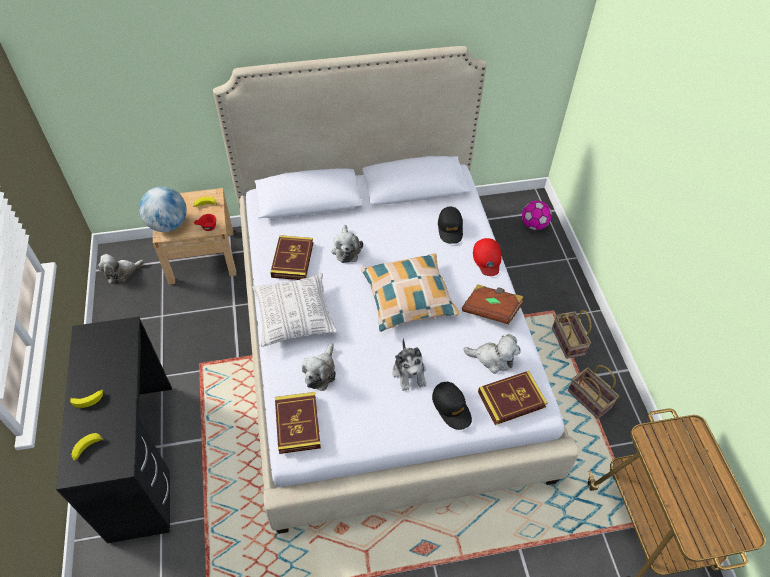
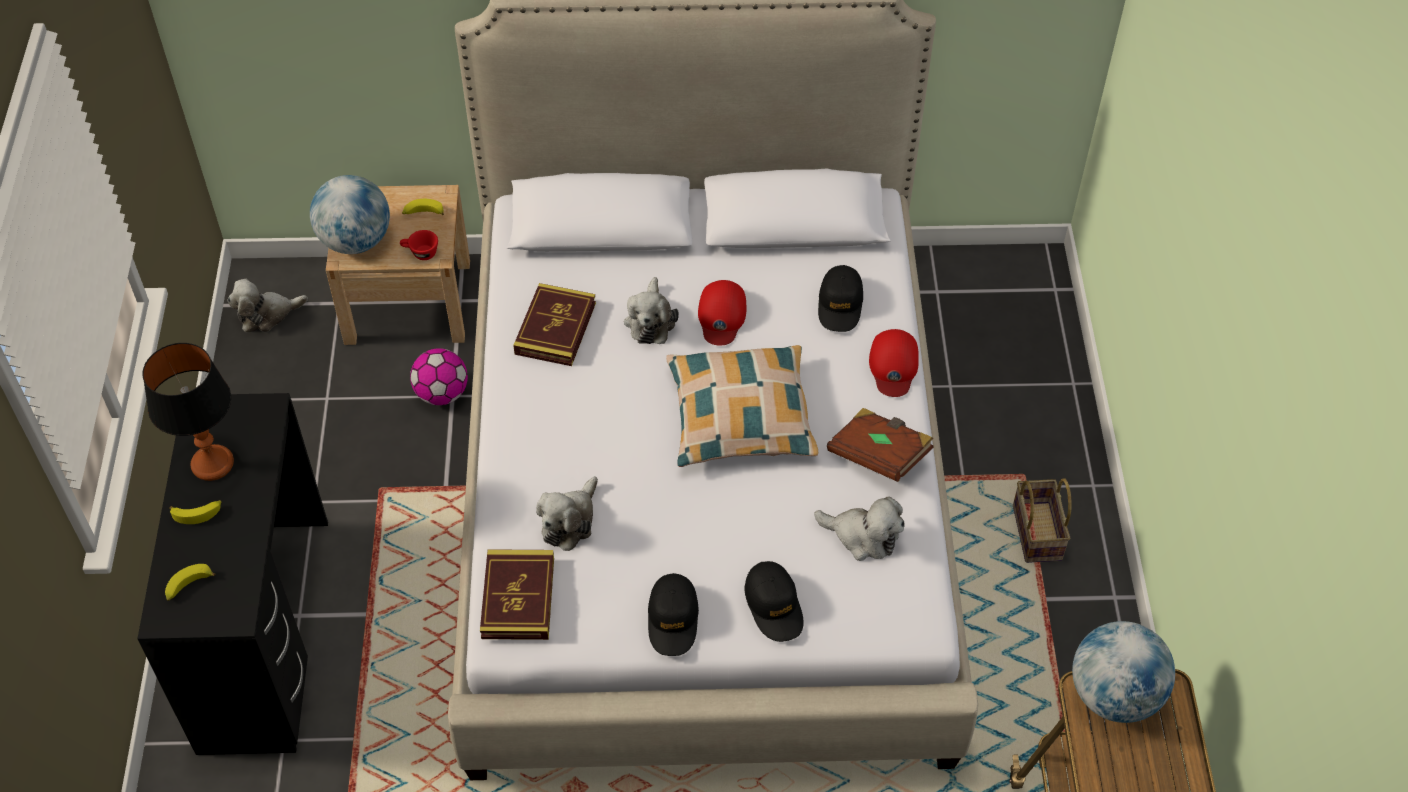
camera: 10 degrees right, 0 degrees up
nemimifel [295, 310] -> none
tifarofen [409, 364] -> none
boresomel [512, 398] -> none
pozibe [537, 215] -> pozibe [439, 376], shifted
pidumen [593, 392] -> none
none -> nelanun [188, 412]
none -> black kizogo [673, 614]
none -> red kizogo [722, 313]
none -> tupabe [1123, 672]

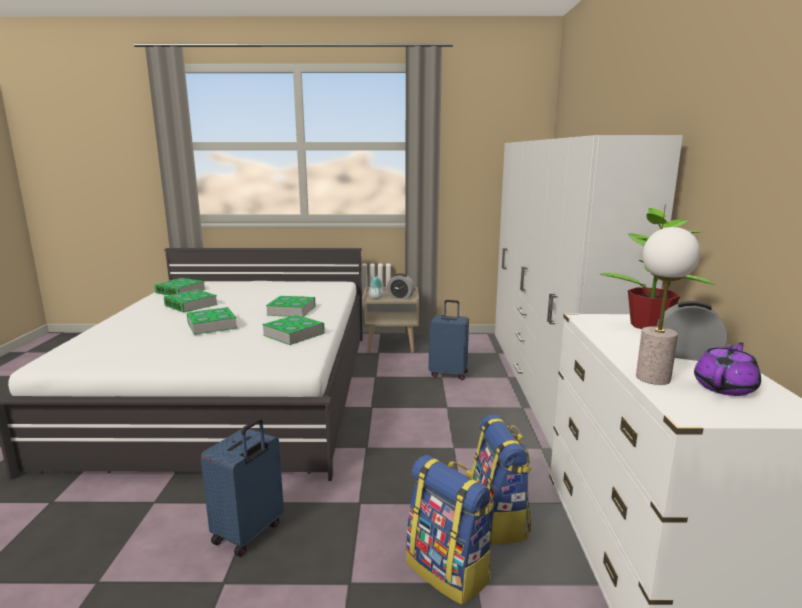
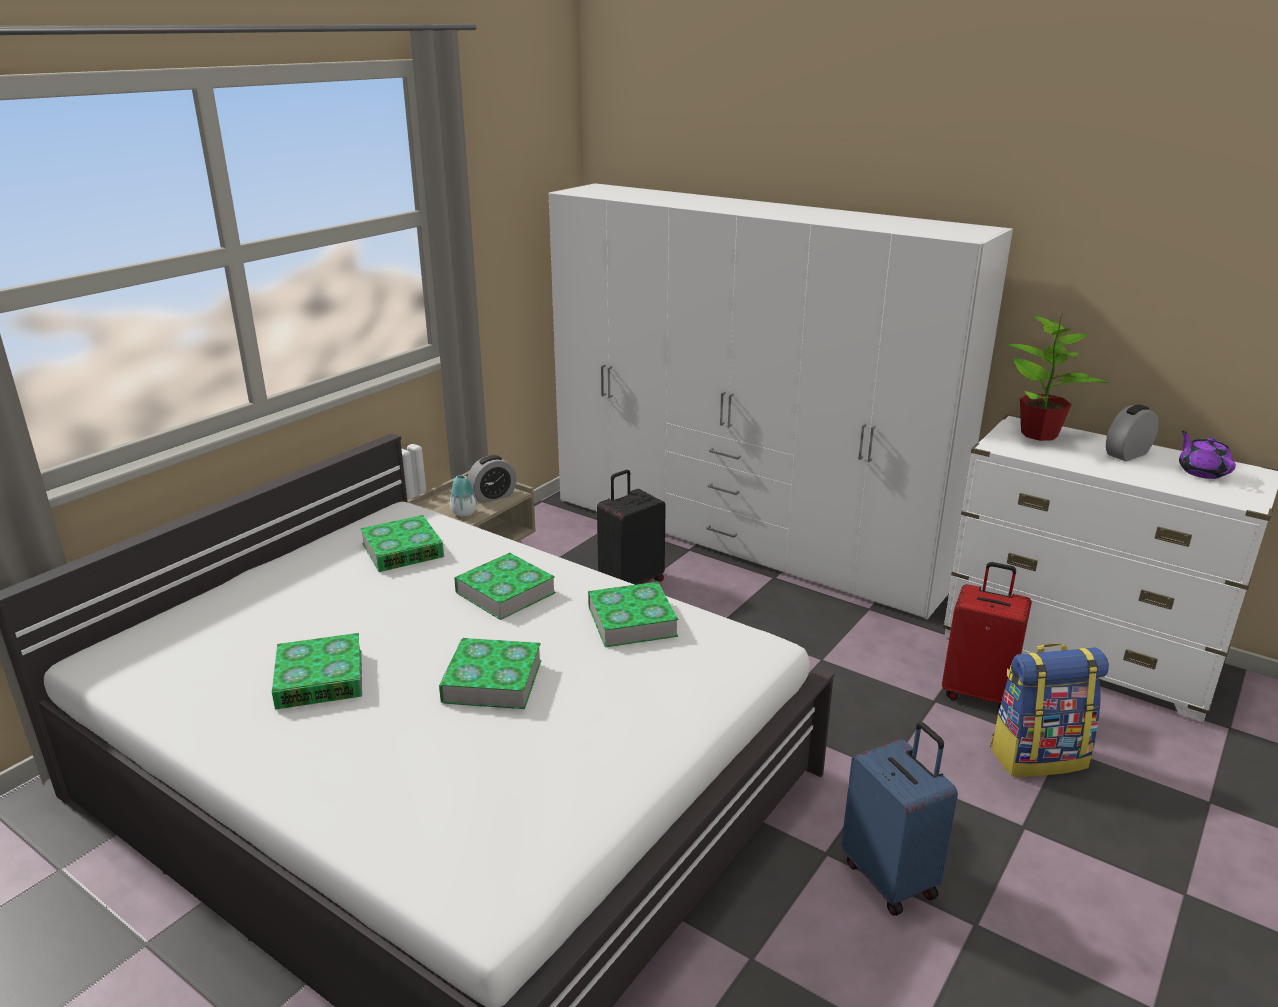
camera: 55 degrees left, 10 degrees up
boresomel [180, 286] -> boresomel [402, 543], shifted
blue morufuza [449, 340] -> black morufuza [631, 527]
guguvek [501, 479] -> red morufuza [987, 635]
nelanun [668, 306] -> none

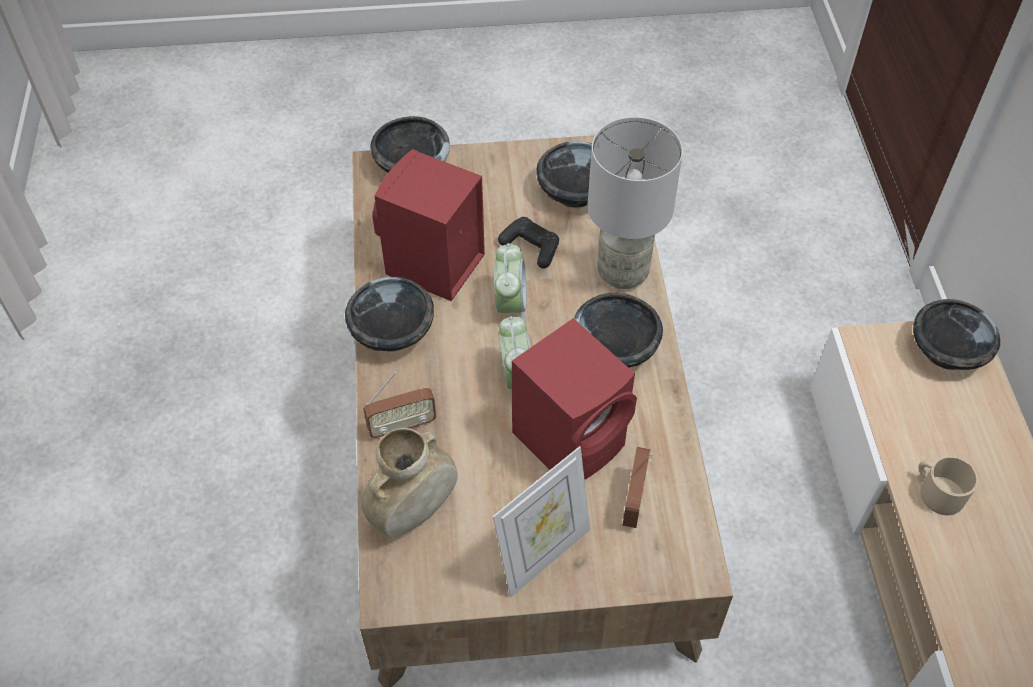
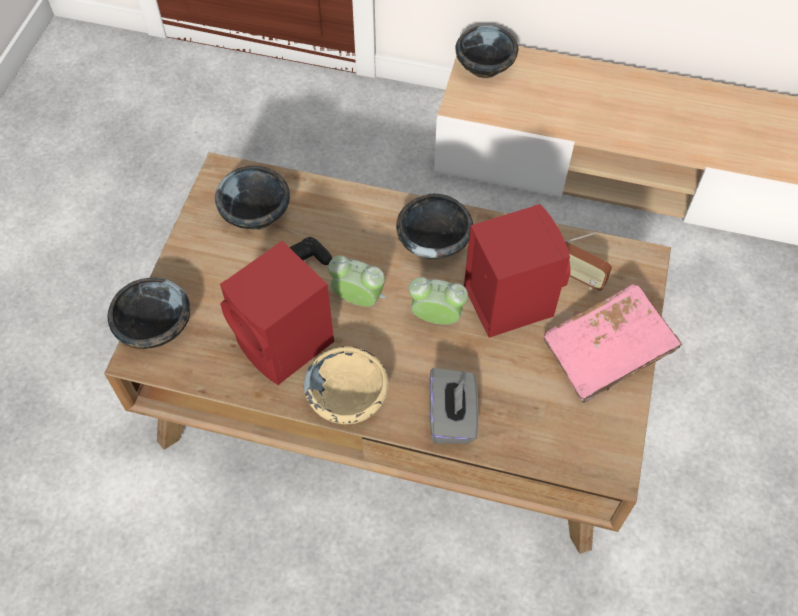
camera: 70 degrees left, 5 degrees up
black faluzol [389, 314] -> beige faluzol [346, 385]
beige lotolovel [409, 482] -> none
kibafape [399, 405] -> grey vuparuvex [453, 406]
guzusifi [541, 521] -> pink boresomel [613, 343]
grey nelanun [635, 203] -> none
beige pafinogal [948, 486] -> none

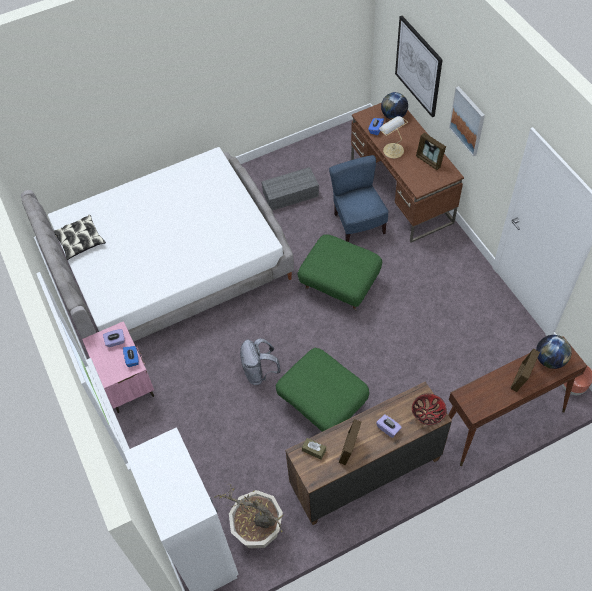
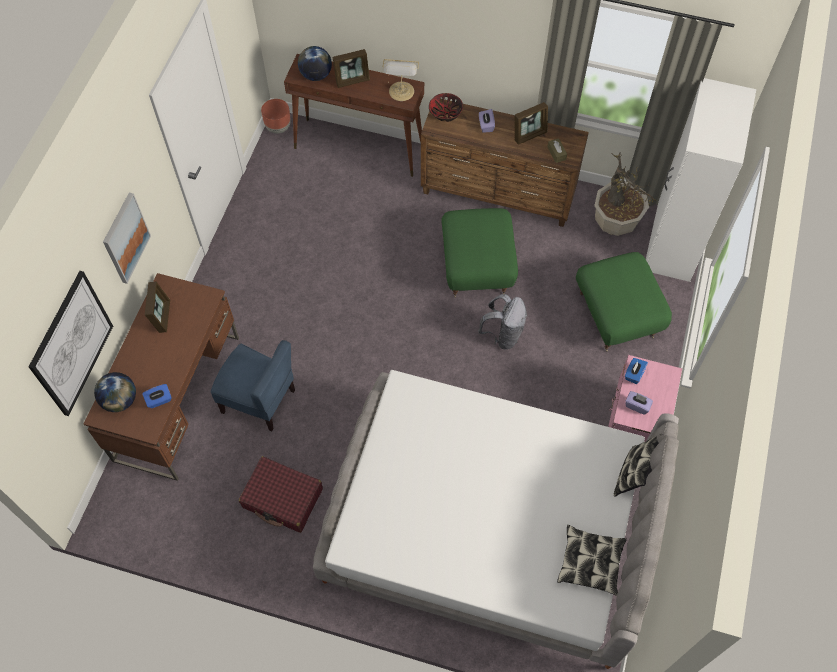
camera: 140 degrees left, 5 degrees up
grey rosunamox [290, 189] -> red morufuza [281, 494]
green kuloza [339, 272] -> green kuloza [624, 302], shifted
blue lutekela [359, 198] -> blue lutekela [253, 385], 90 degrees counterclockwise
nelanun [393, 137] -> nelanun [400, 80], shifted
none -> nemimifel [638, 465]

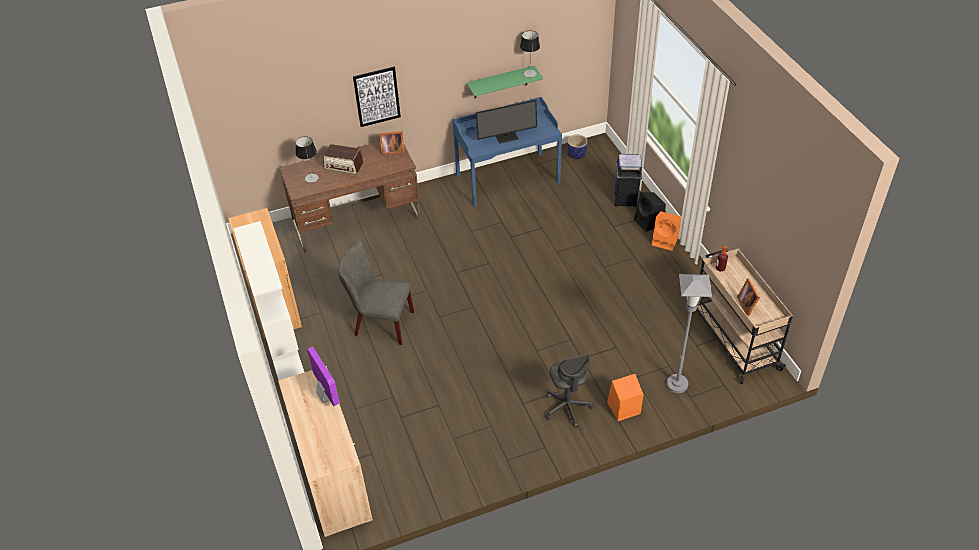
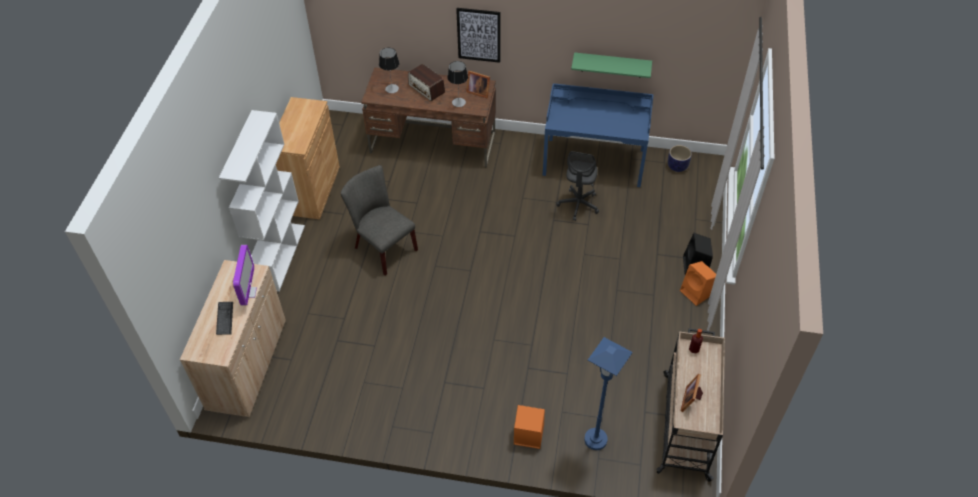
camera: 30 degrees right, 5 degrees up
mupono [506, 122] -> none
nelanun [530, 54] -> nelanun [457, 84], shifted
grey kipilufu [569, 391] -> grey kipilufu [577, 186], shifted
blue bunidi [628, 180] -> none
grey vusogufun [689, 333] -> blue vusogufun [608, 393]
none -> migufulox [224, 318]

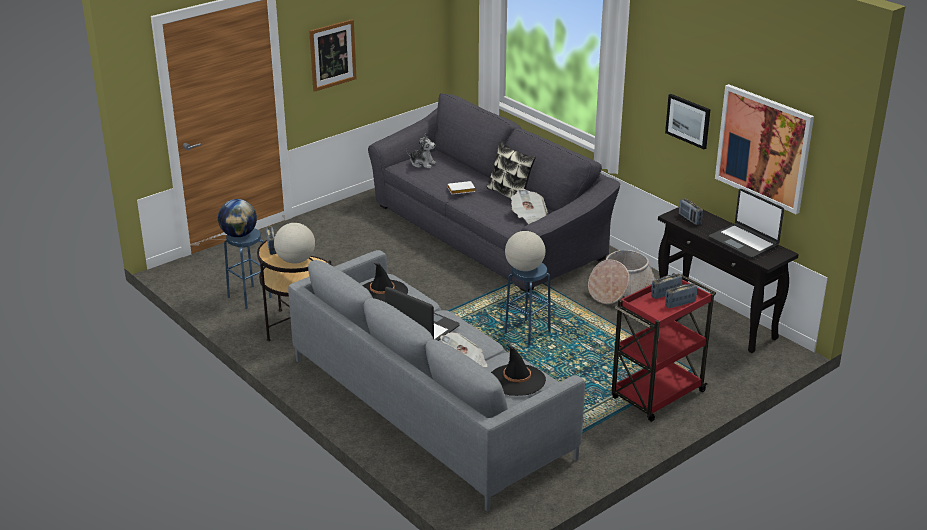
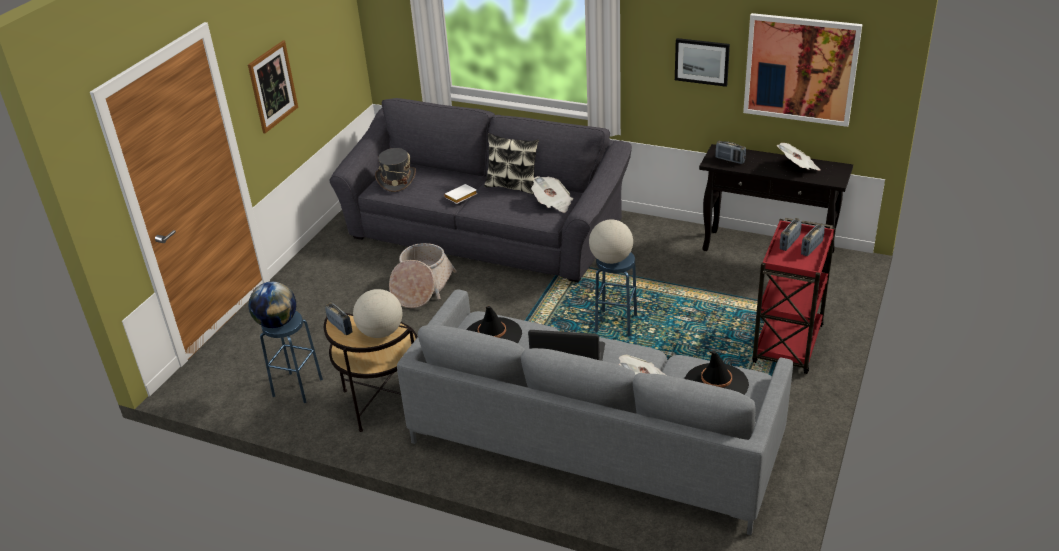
camera: 25 degrees left, 5 degrees up
tifarofen [421, 151] -> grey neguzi [395, 170]
pidumen [622, 277] -> pidumen [423, 275], shifted
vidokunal [746, 223] -> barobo [798, 156]

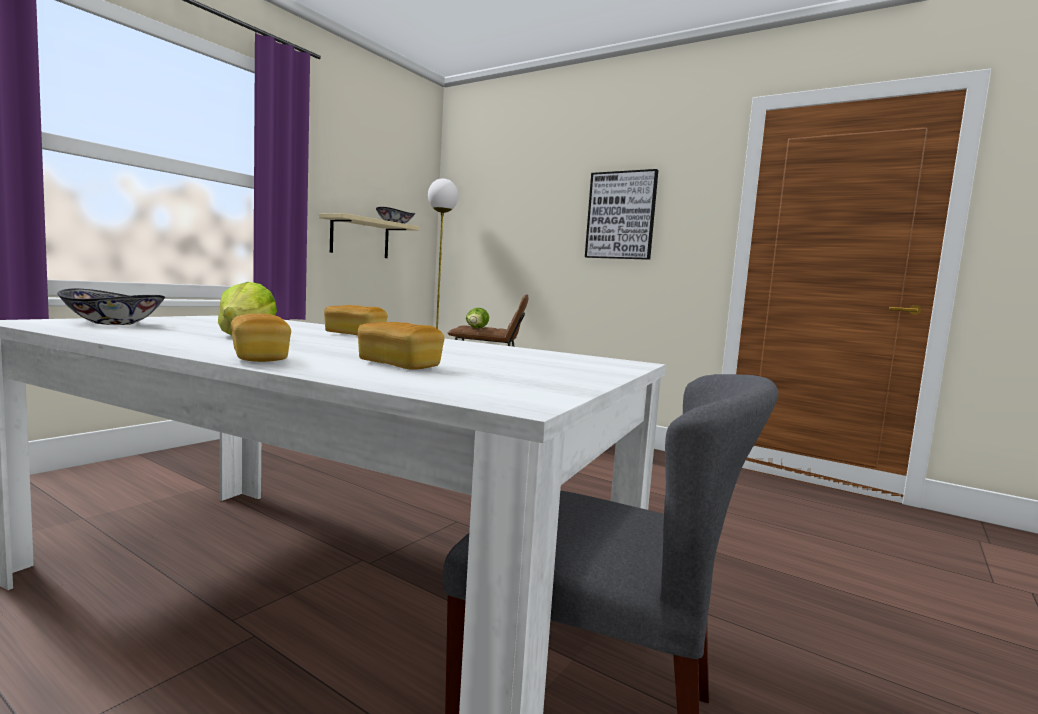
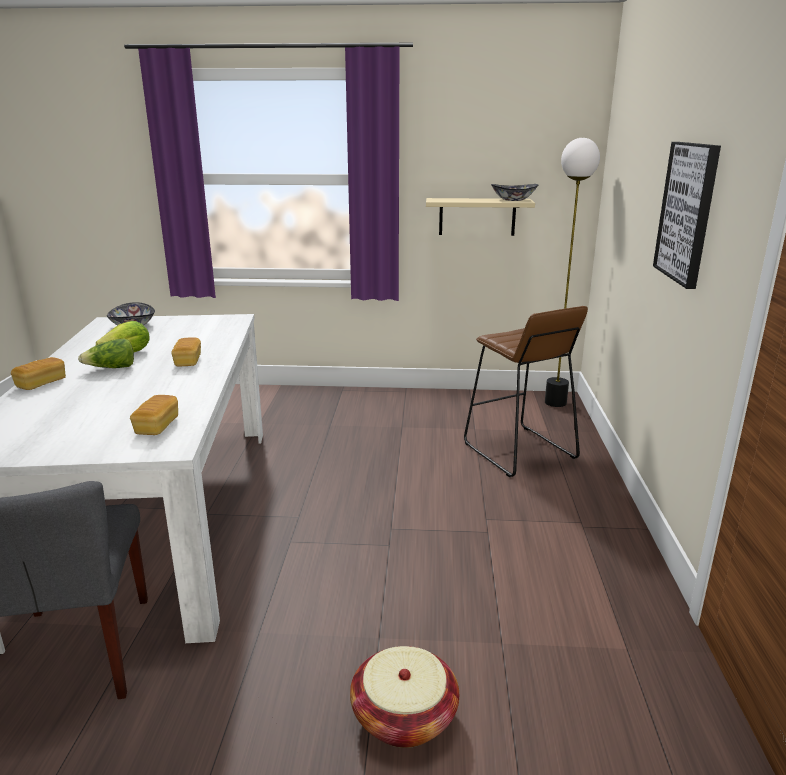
camera: 60 degrees right, 15 degrees up
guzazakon [401, 346] -> guzazakon [154, 415], shifted
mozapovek [477, 318] -> mozapovek [106, 353], shifted
none -> pidumen [404, 697]

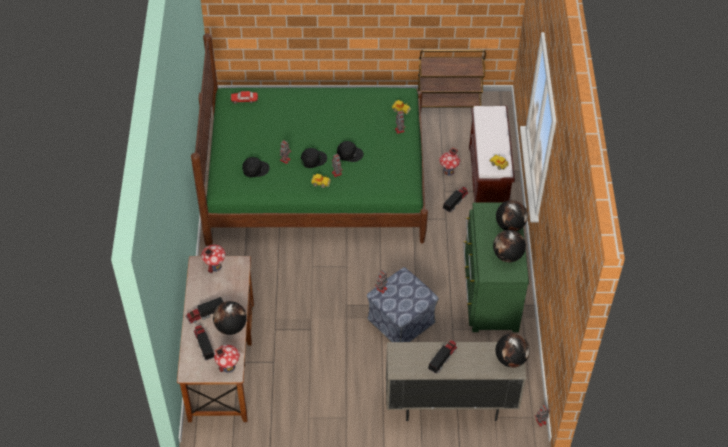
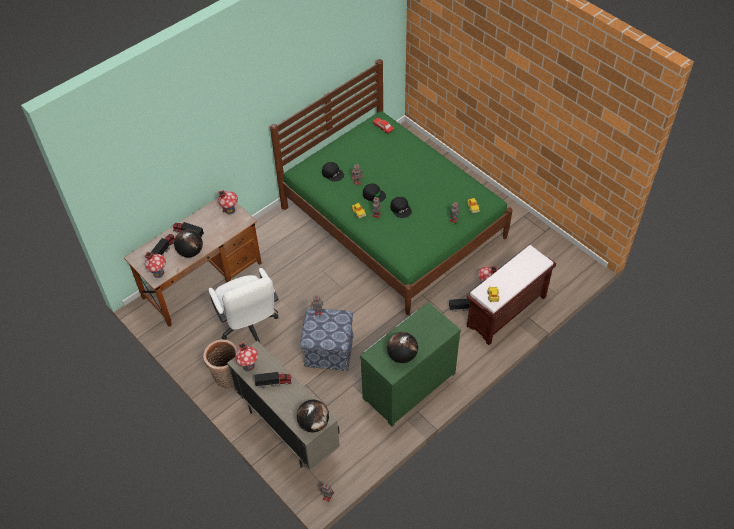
camera: 50 degrees right, 0 degrees up
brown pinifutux [451, 79] -> none
tupabe [512, 215] -> none
none -> pidumen [220, 364]
none -> white kipilufu [244, 305]
none -> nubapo [246, 357]

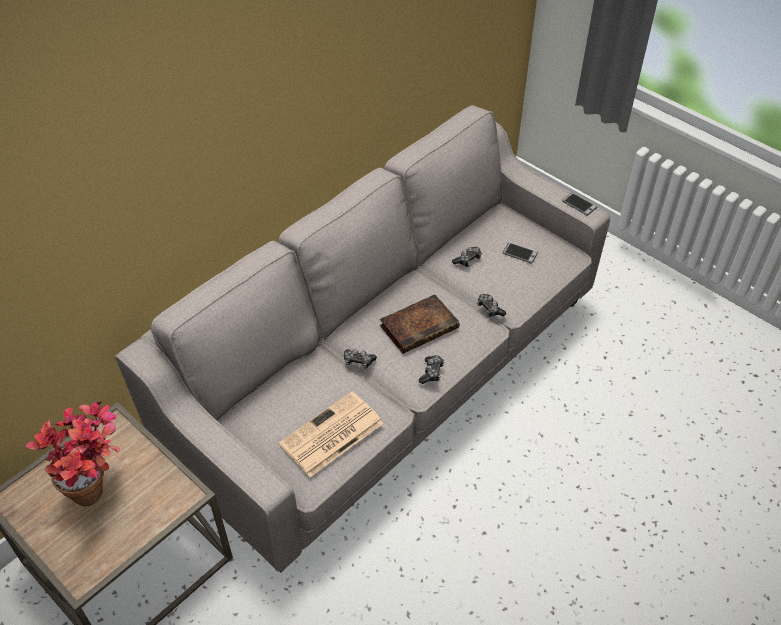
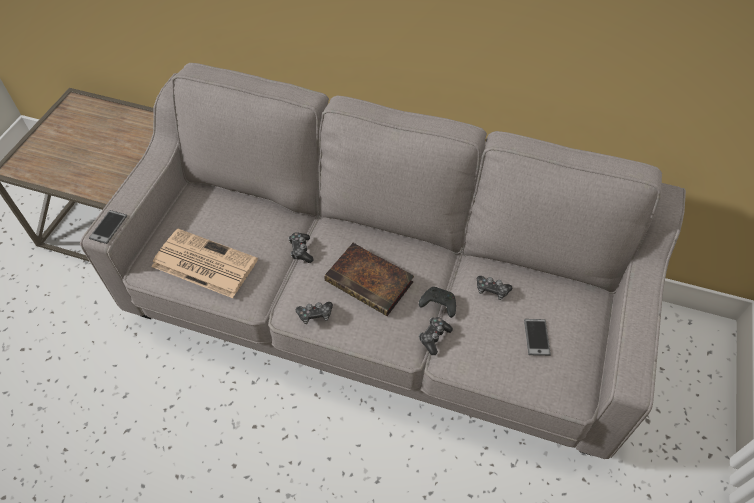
camera: 65 degrees right, 5 degrees up
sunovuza [73, 454] -> none
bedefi [579, 204] -> bedefi [108, 227], shifted
none -> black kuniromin [437, 302]

